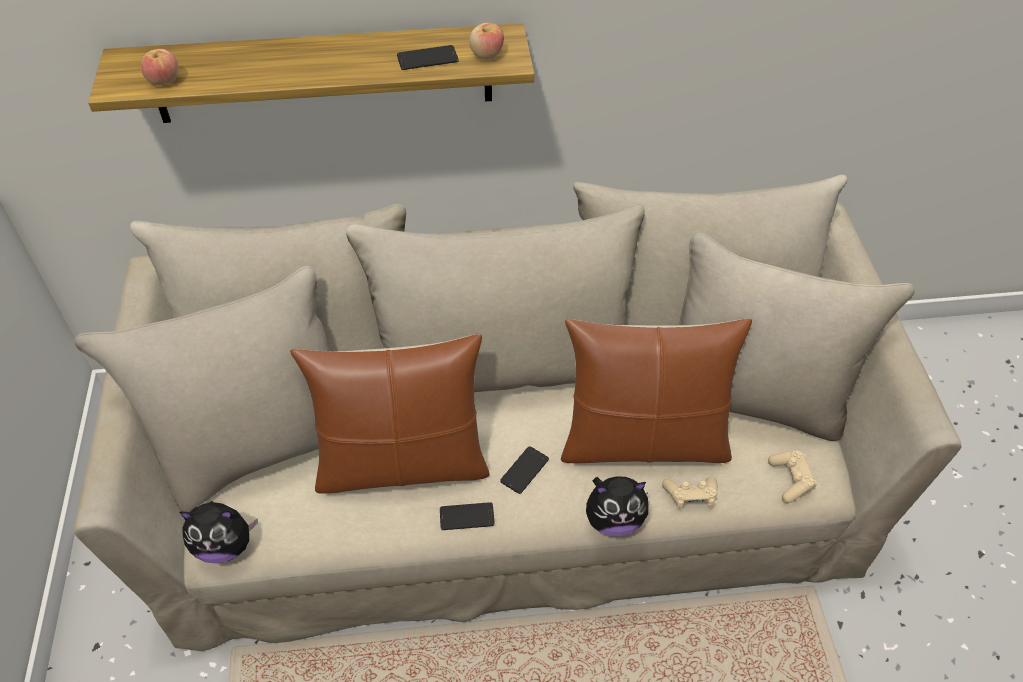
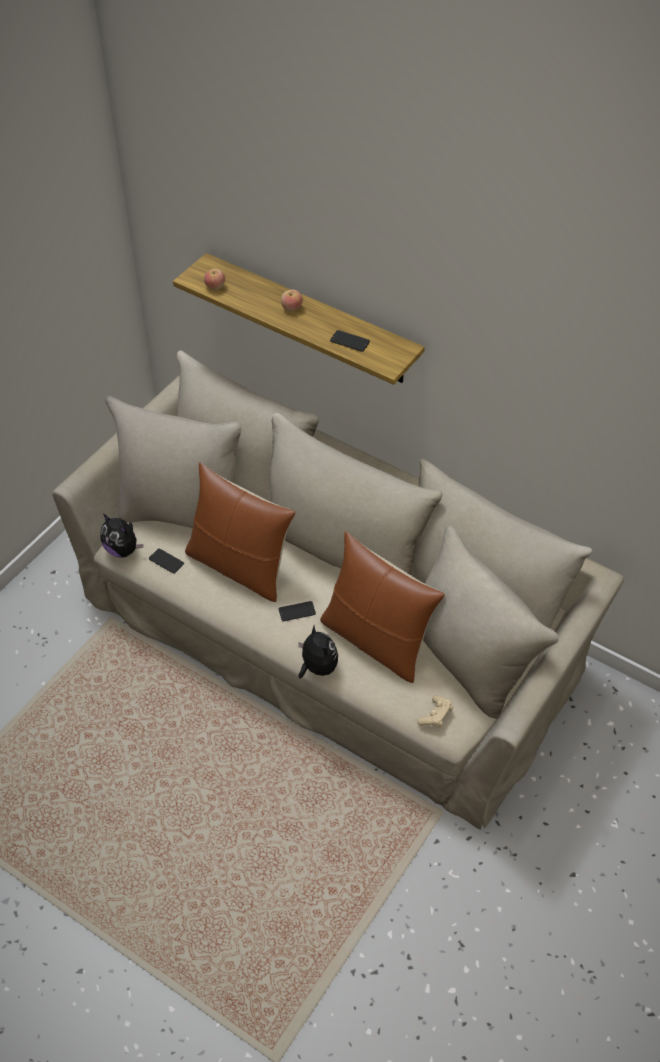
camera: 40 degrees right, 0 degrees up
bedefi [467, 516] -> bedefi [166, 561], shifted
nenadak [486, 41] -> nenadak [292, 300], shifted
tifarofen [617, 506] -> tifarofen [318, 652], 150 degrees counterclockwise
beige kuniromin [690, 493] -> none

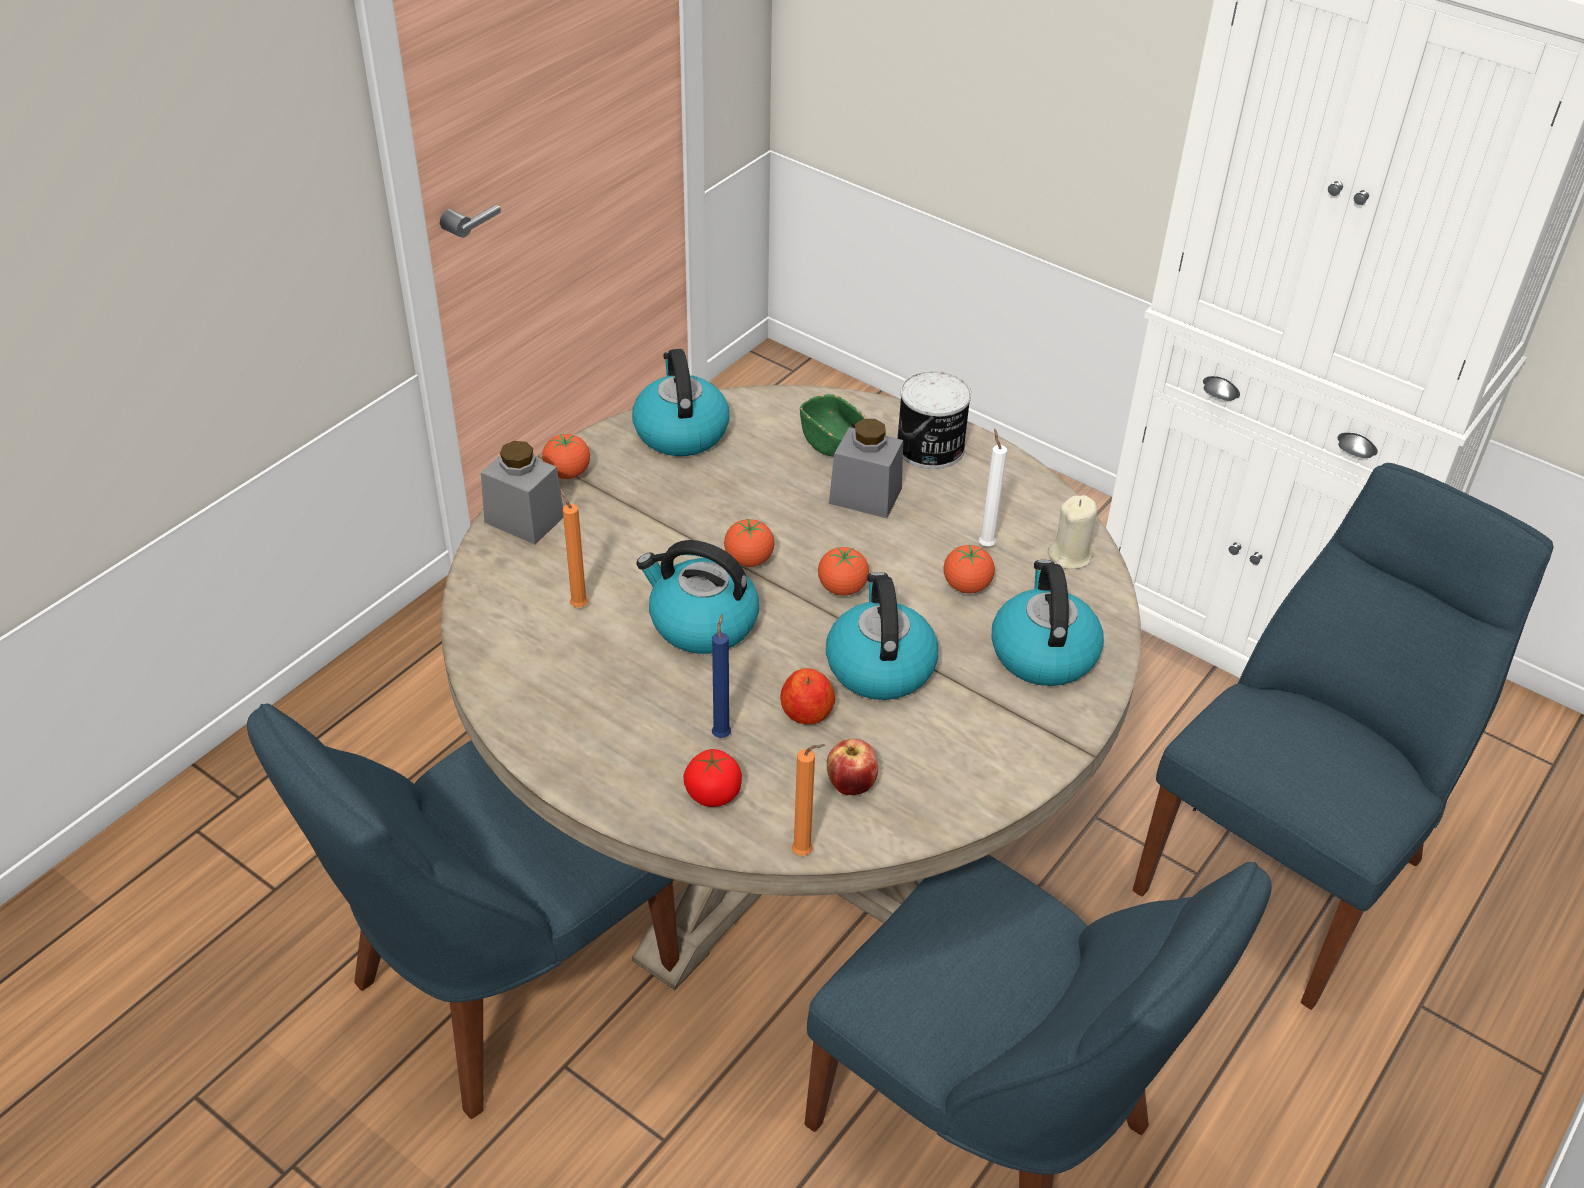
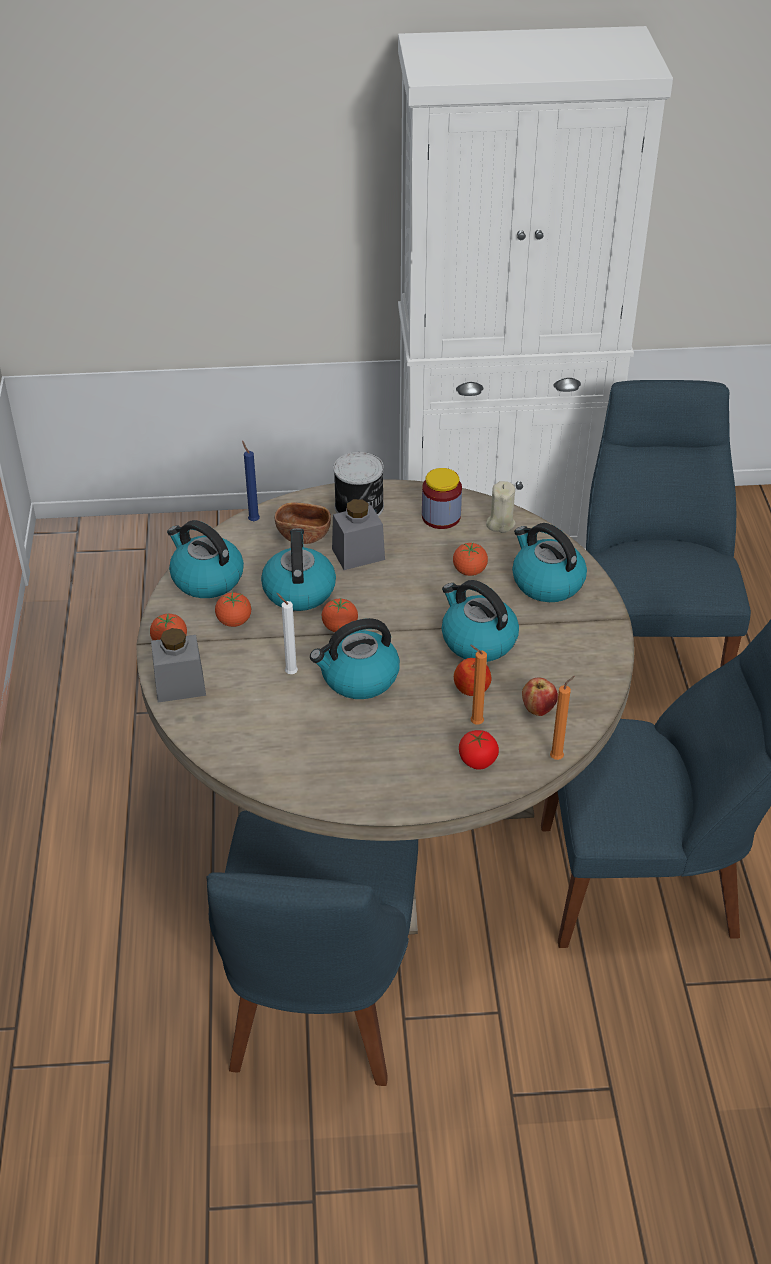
camera: 40 degrees left, 0 degrees up
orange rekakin [574, 548] -> orange rekakin [478, 684], shifted
blue rekakin [721, 676] -> blue rekakin [251, 481], shifted
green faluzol [834, 425] -> brown faluzol [303, 523]
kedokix [843, 571] -> kedokix [233, 609], shifted
white rekakin [993, 487] -> white rekakin [287, 633], shifted
none -> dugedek [298, 569]
none -> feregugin [442, 498]

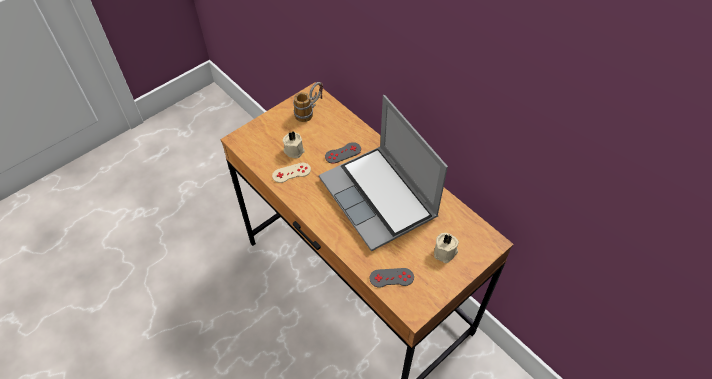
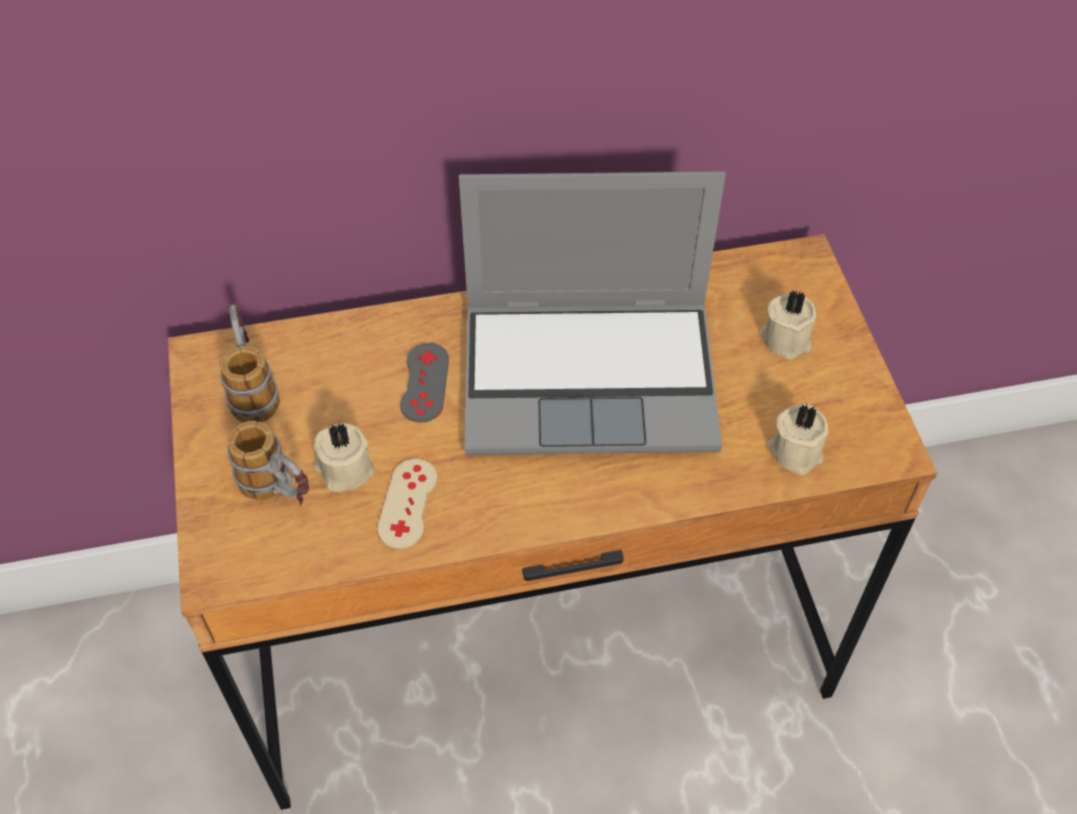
camera: 60 degrees left, 0 degrees up
grey kuniromin [392, 278] -> beige rekakin [798, 439]
none -> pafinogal [268, 463]

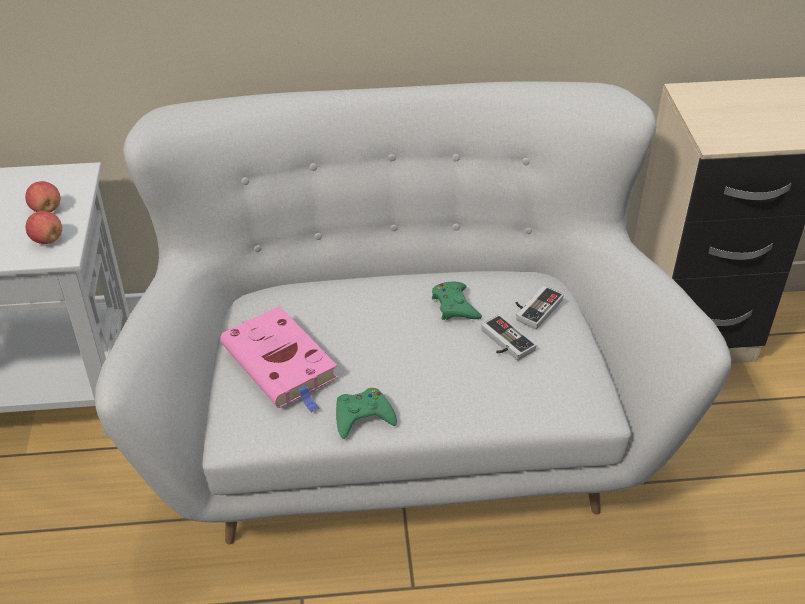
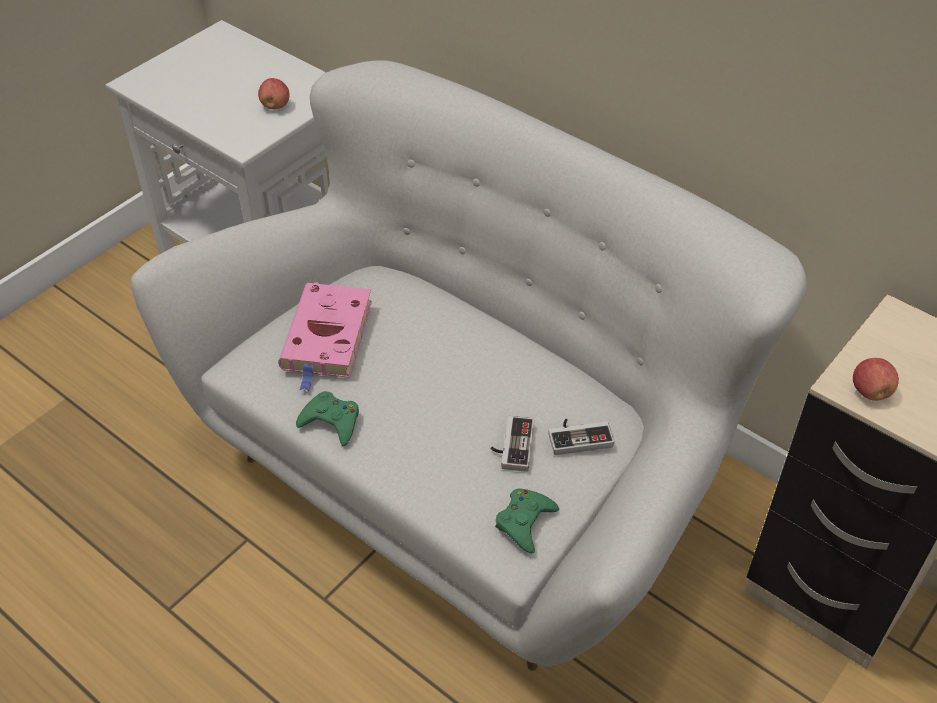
camera: 45 degrees right, 5 degrees up
nenadak [44, 227] -> nenadak [876, 379], shifted
green kuniromin [457, 301] -> green kuniromin [527, 520], shifted

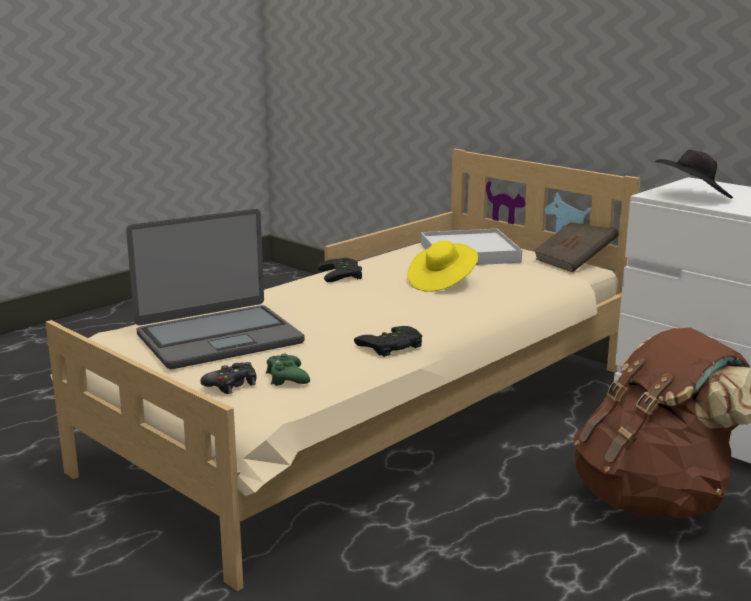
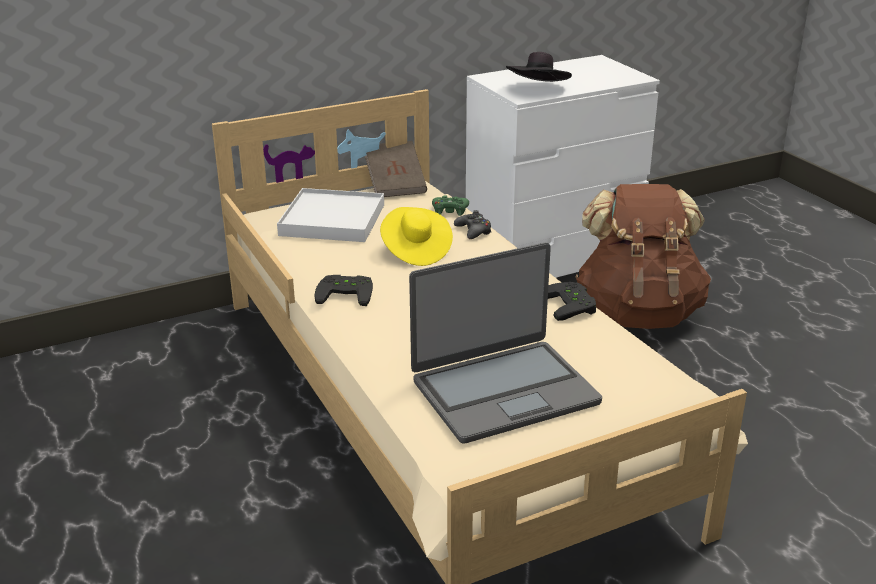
camera: 70 degrees left, 10 degrees up
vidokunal [215, 289] -> vidokunal [505, 343], 75 degrees clockwise
black kuniromin [228, 378] -> black kuniromin [472, 224], shifted
green kuniromin [288, 370] -> green kuniromin [450, 205], shifted

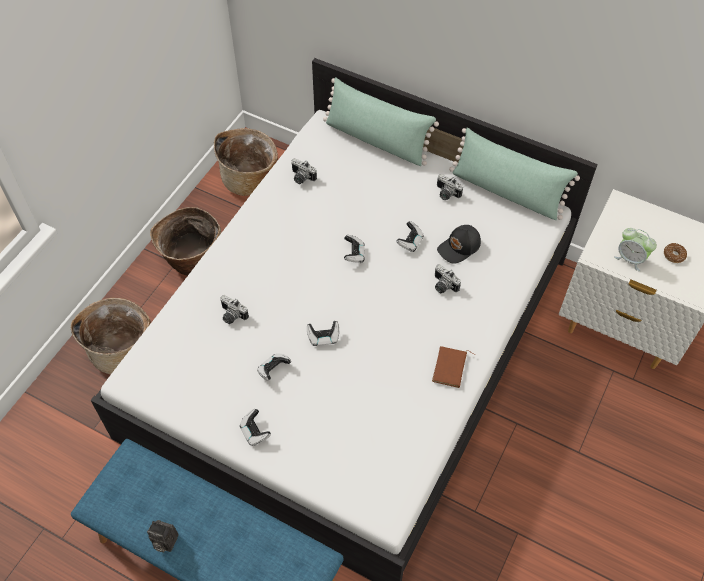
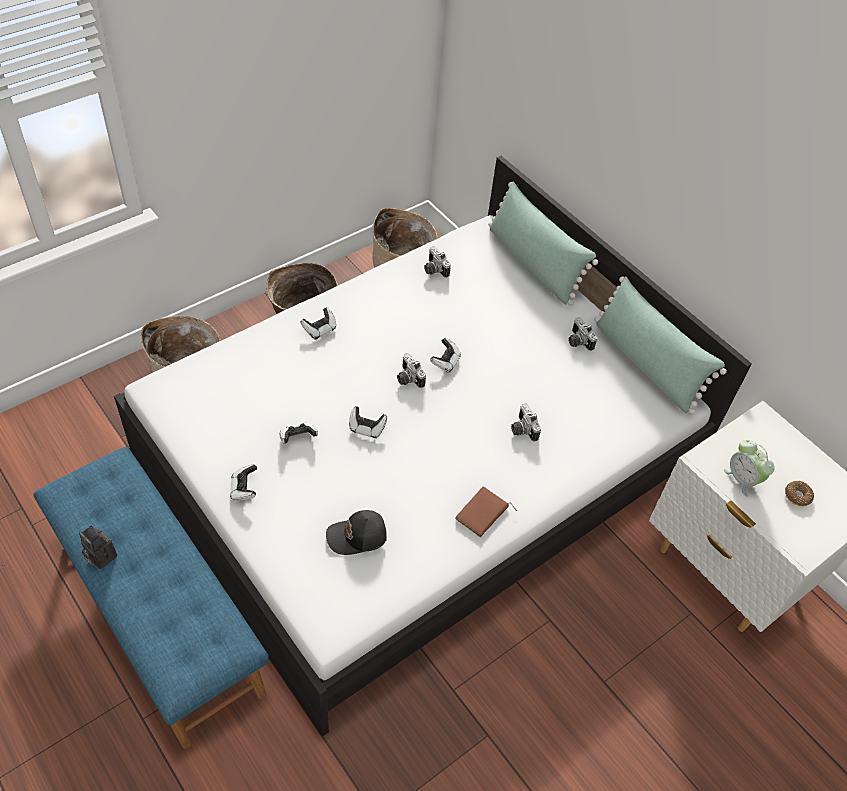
camera: 20 degrees right, 5 degrees down
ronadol [234, 309] -> ronadol [411, 370], shifted
kuniromin [410, 236] -> kuniromin [318, 323], shifted
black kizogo [459, 244] -> black kizogo [356, 532], shifted

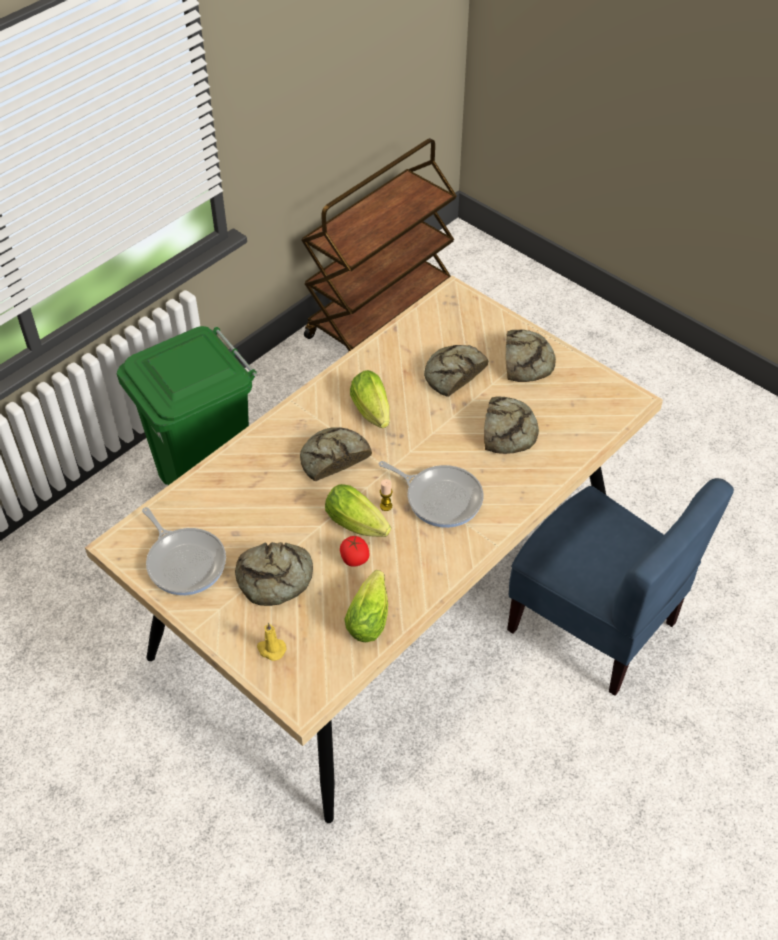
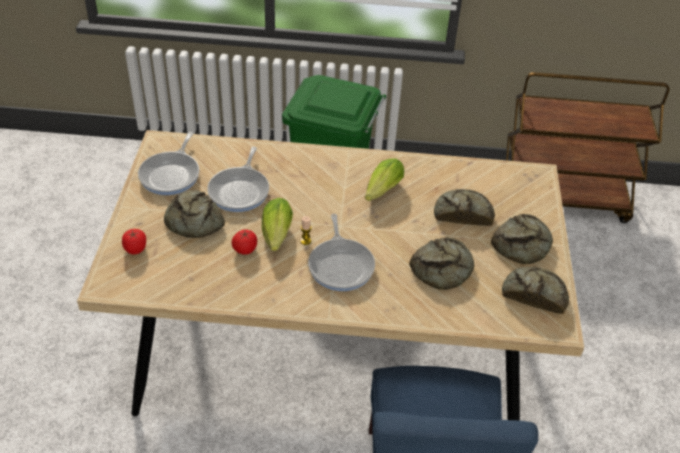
camera: 50 degrees right, 5 degrees down
yellow rekakin [272, 642] -> kedokix [134, 241]
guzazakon [336, 454] -> guzazakon [535, 290], shifted
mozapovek [366, 606] -> none
none -> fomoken [238, 179]

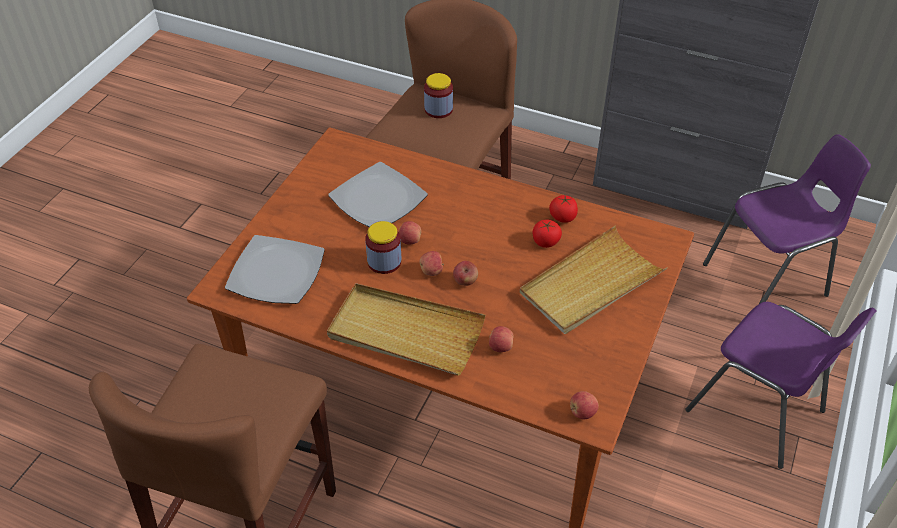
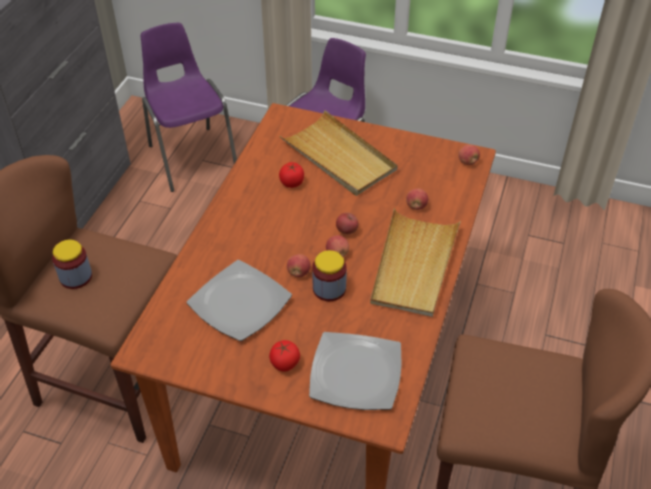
camera: 95 degrees left, 0 degrees up
kedokix [563, 209] -> kedokix [284, 356], shifted

